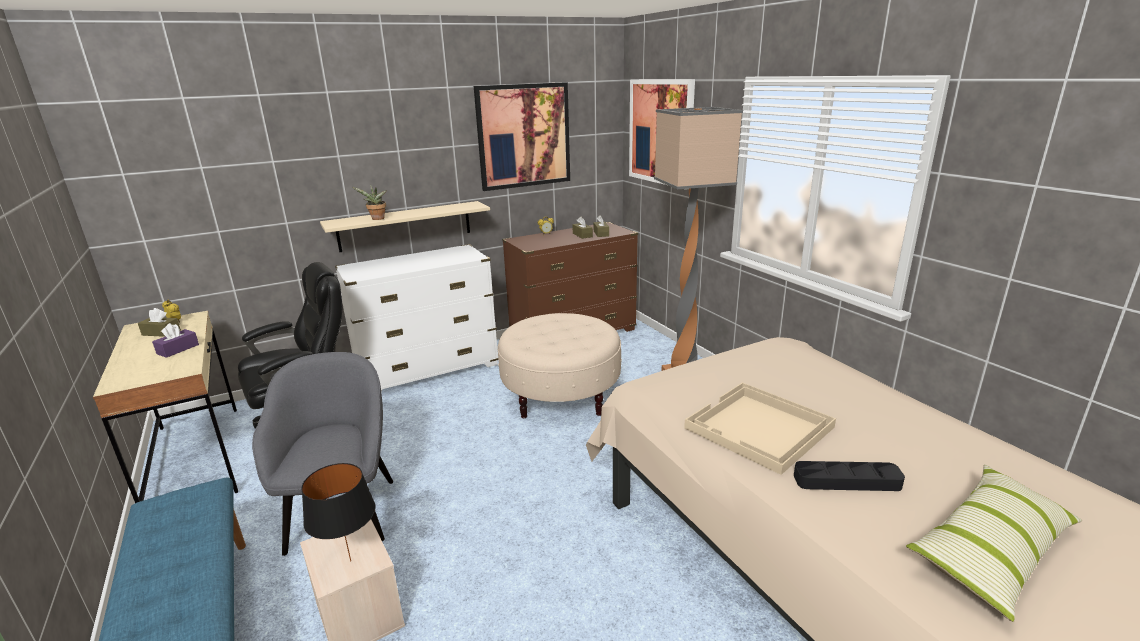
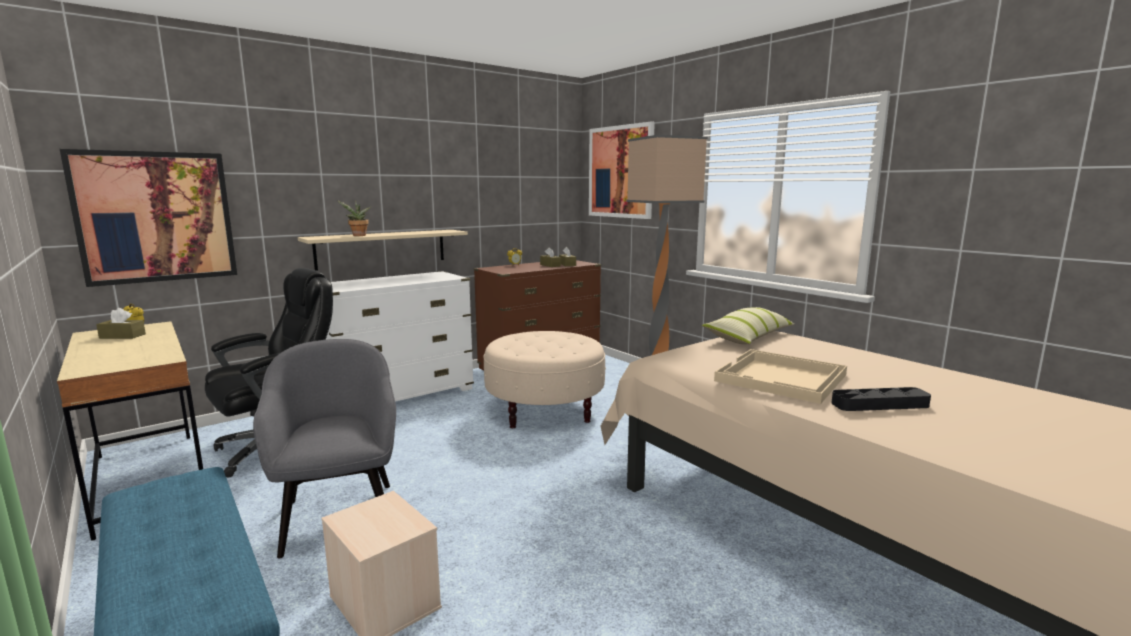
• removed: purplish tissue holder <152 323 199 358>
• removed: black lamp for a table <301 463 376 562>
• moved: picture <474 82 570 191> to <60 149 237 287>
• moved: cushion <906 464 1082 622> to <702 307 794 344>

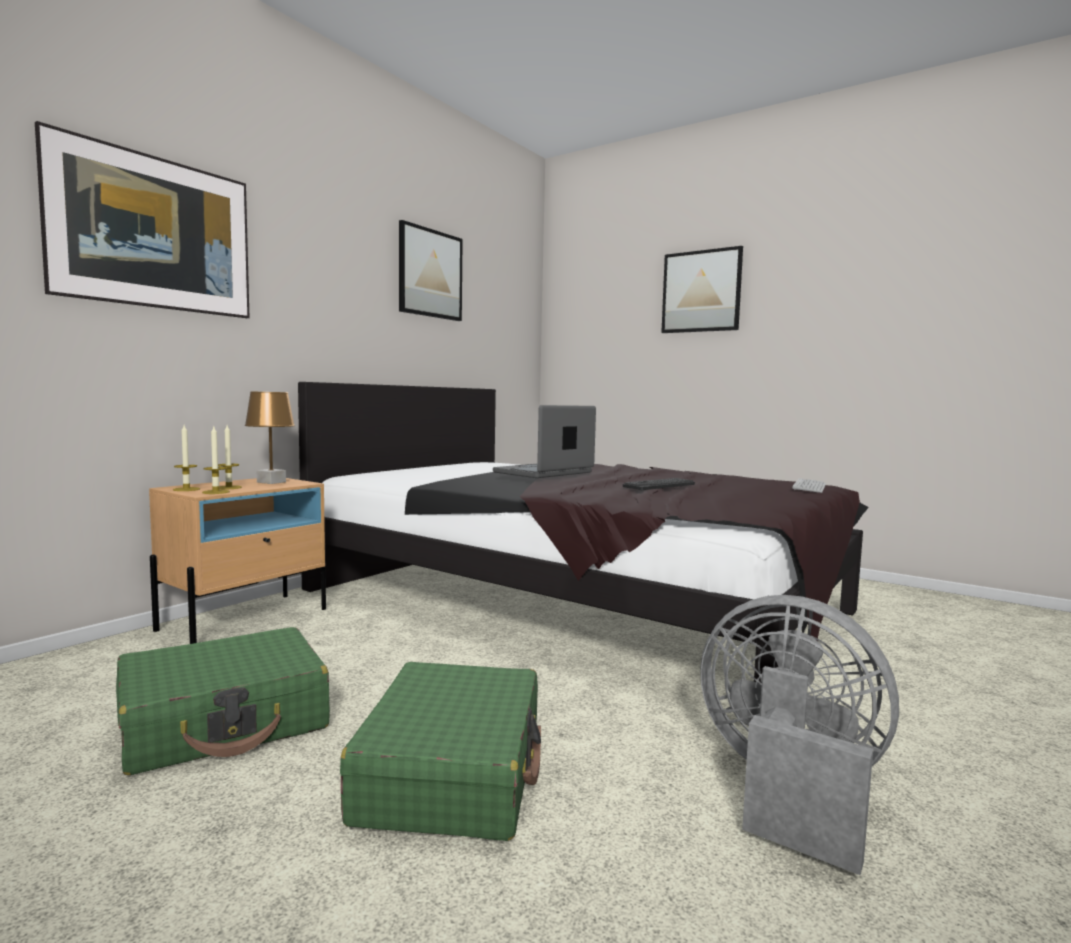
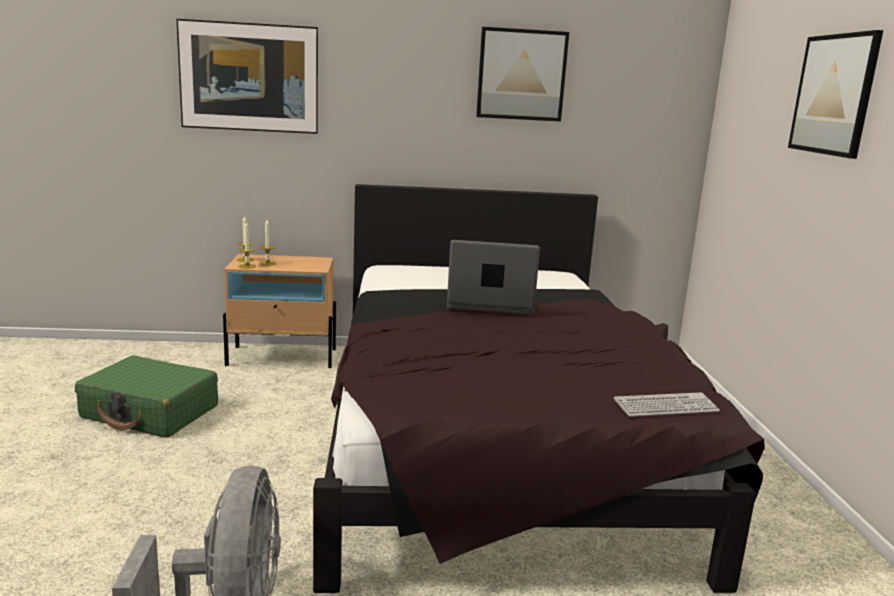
• removed: brownish lamp for a table <245 391 295 484>
• removed: greenish suitcase <340 662 541 841>
• removed: keyboard <623 478 695 490>

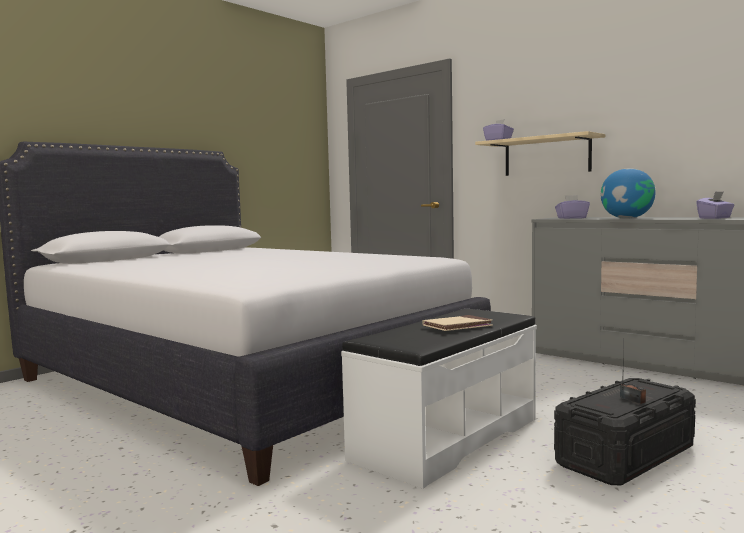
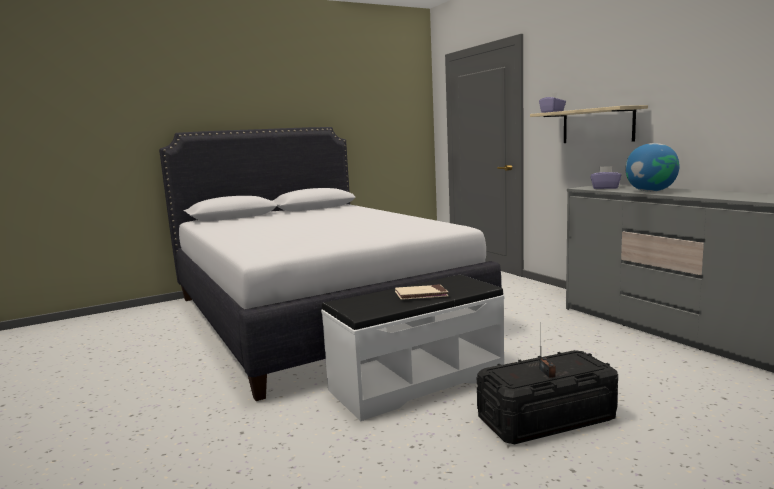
• removed: purplish tissue holder <696 191 735 219>

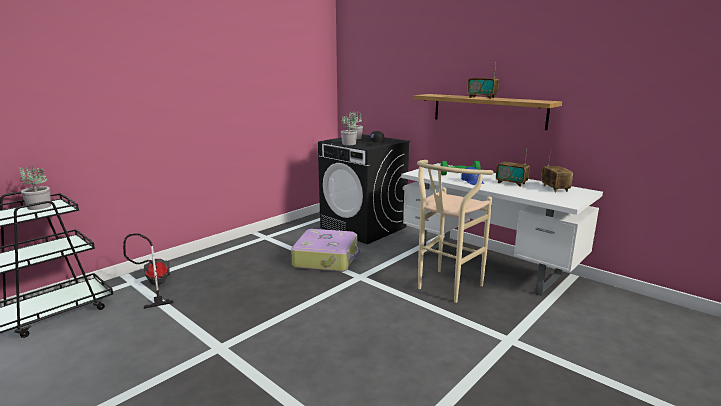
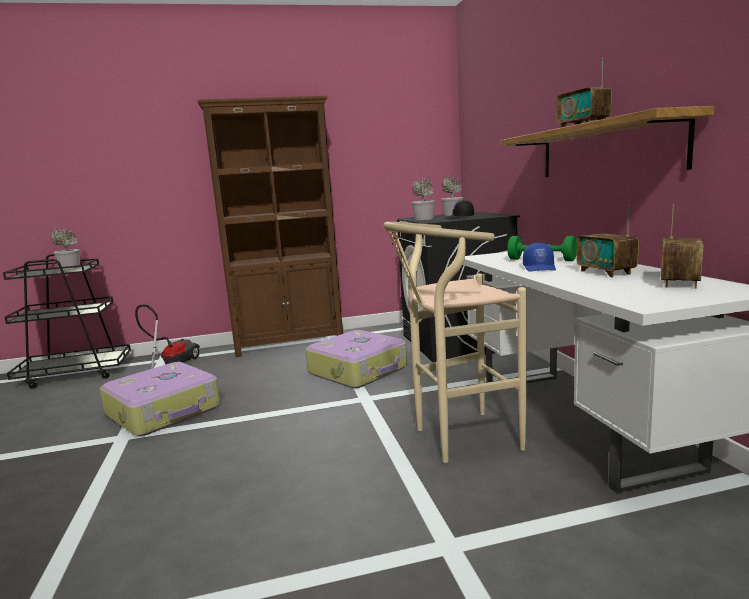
• added: suitcase <100 362 220 436>
• added: brownish bookshelf <197 96 343 357>

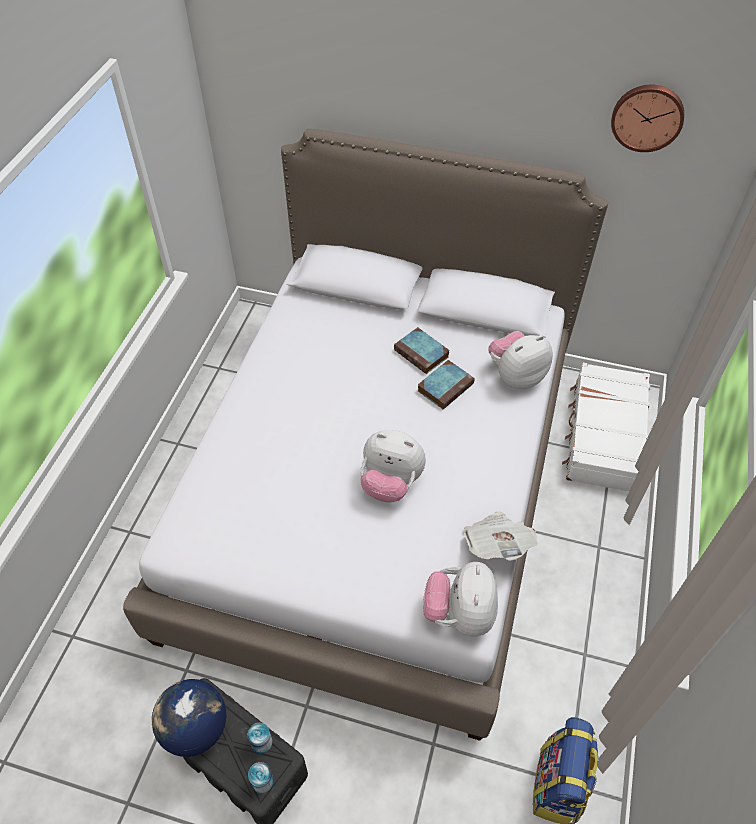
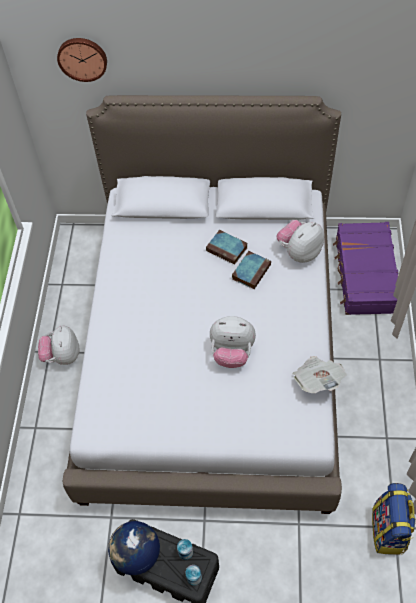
• moved: plush toy <423 562 498 636> to <38 326 80 365>
• recoloured: white-coloured suitcase <562 363 650 491> to purplish suitcase <333 222 398 315>
• moved: hanging clock <611 85 684 152> to <57 38 107 82>

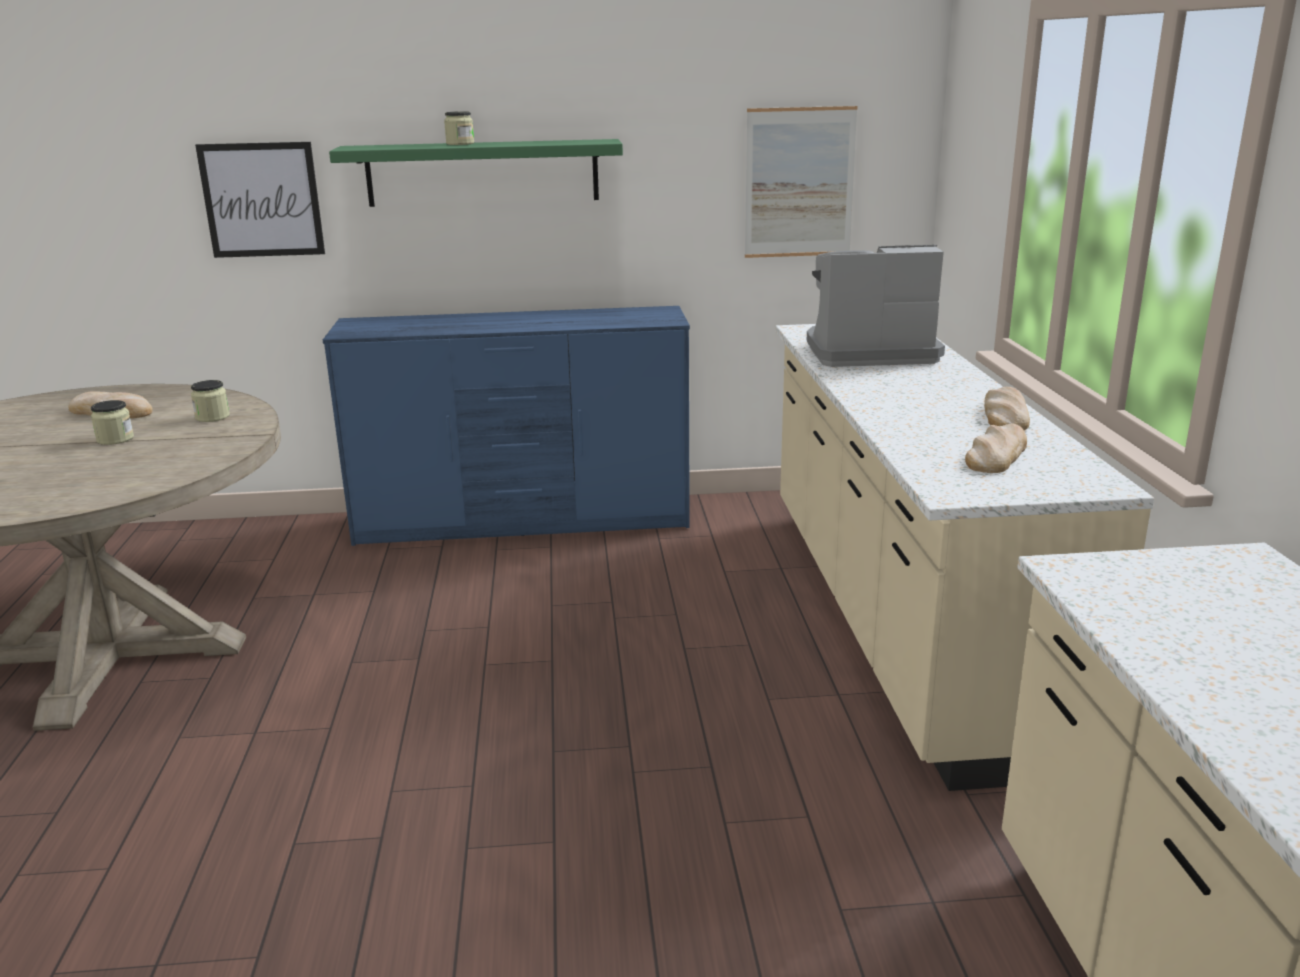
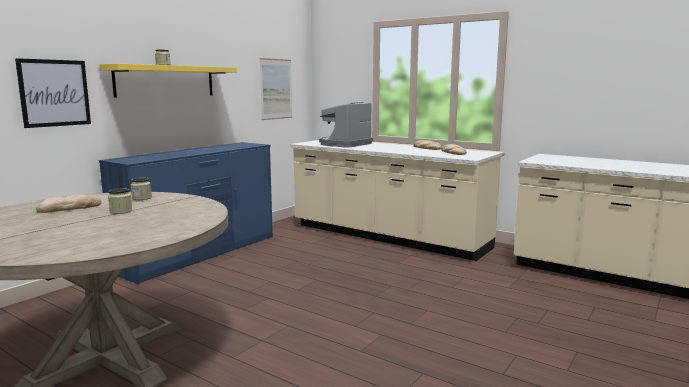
• recoloured: greenish bracket shelf <329 139 623 207> to yellow bracket shelf <99 64 237 97>

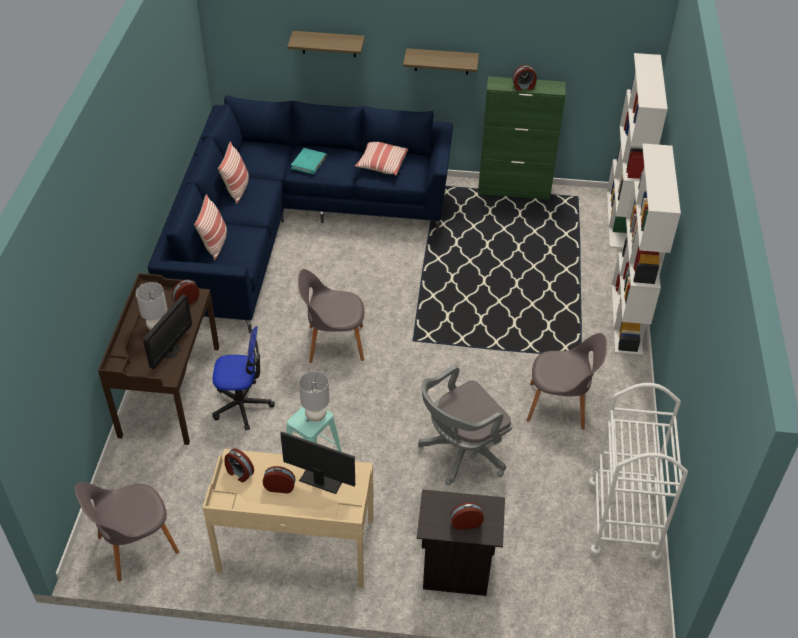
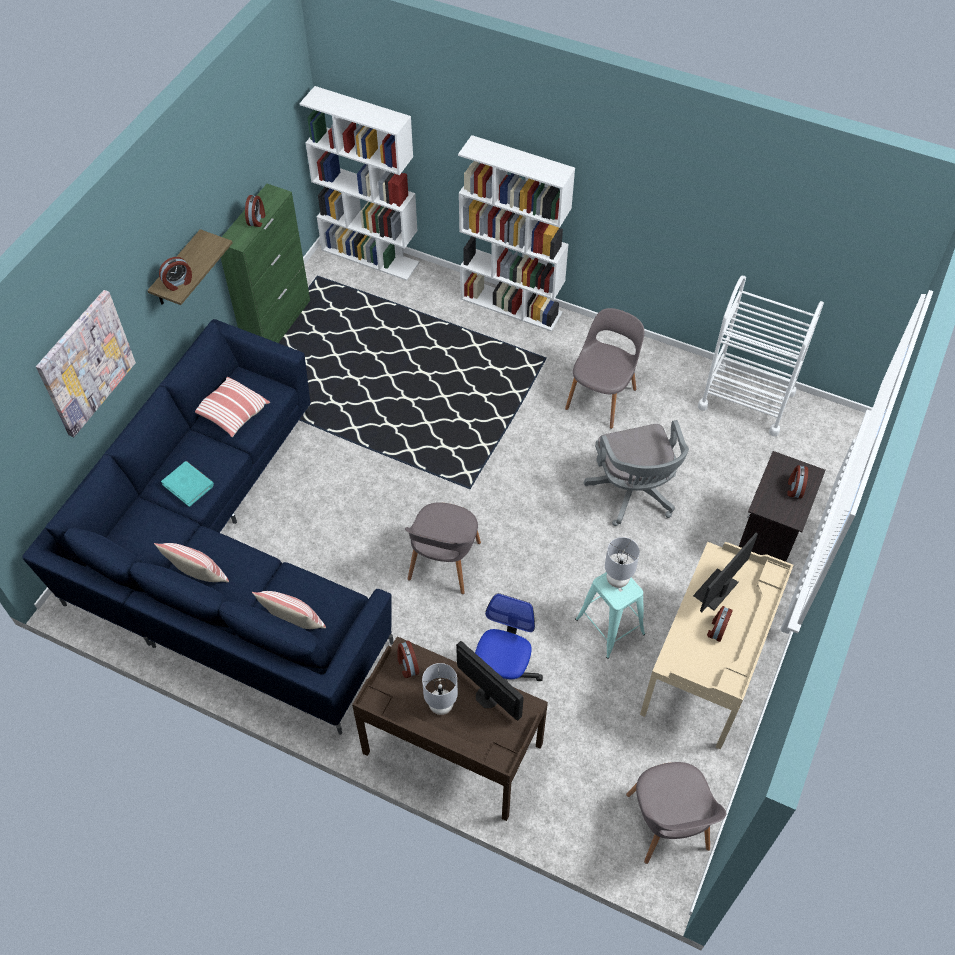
• moved: table clock <224 448 254 482> to <159 257 192 291>
• replaced: bracket shelf <287 31 365 57> to picture <36 290 136 437>

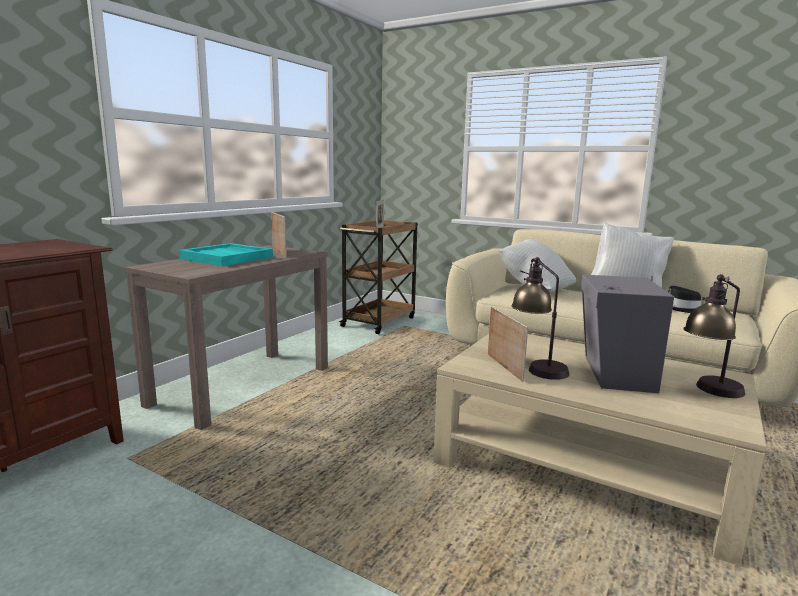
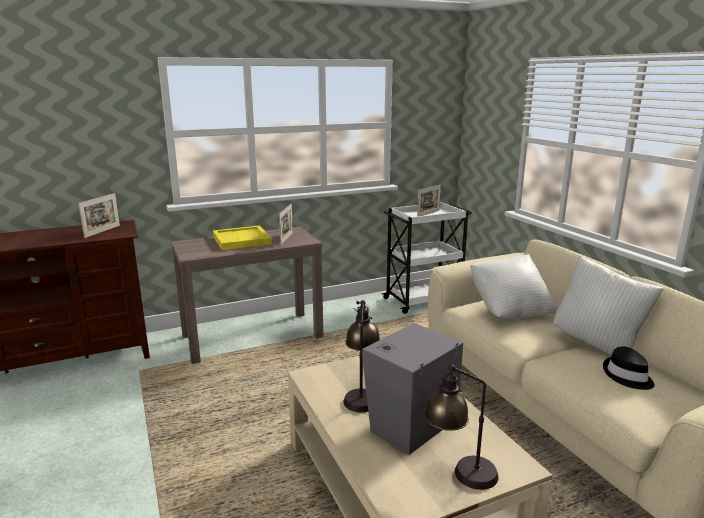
• recoloured: turquoise tray <179 243 273 266> to yellow tray <213 226 272 250>
• recoloured: brownish trolley <339 220 418 334> to white-coloured trolley <382 202 472 314>
• moved: standing frame <488 306 528 382> to <78 193 120 238>

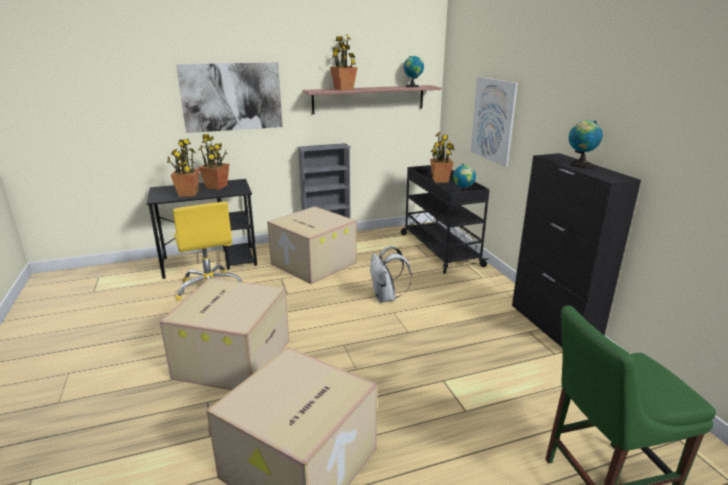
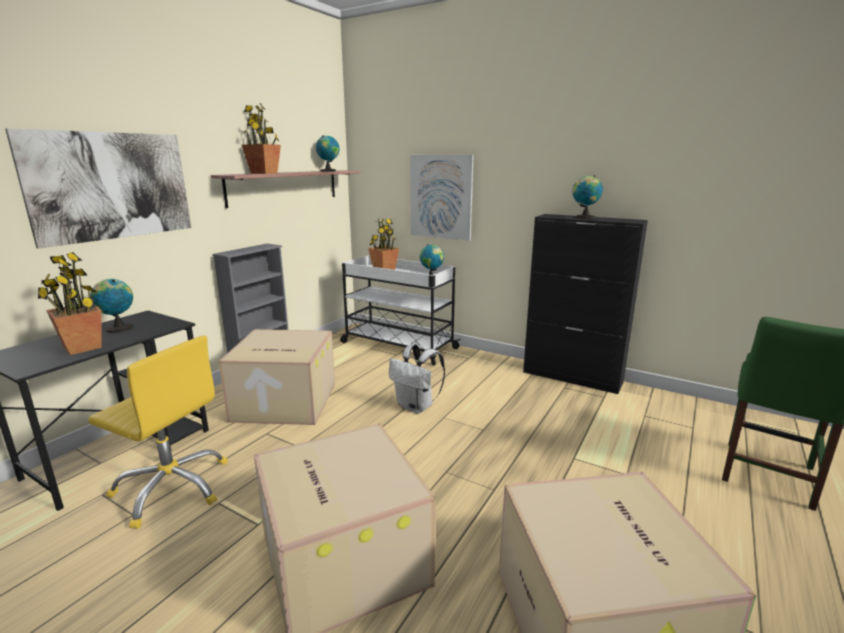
• replaced: plant in a pot <198 134 229 190> to globe <90 279 133 333>
• recoloured: black trolley <401 165 489 274> to white-coloured trolley <340 255 461 365>

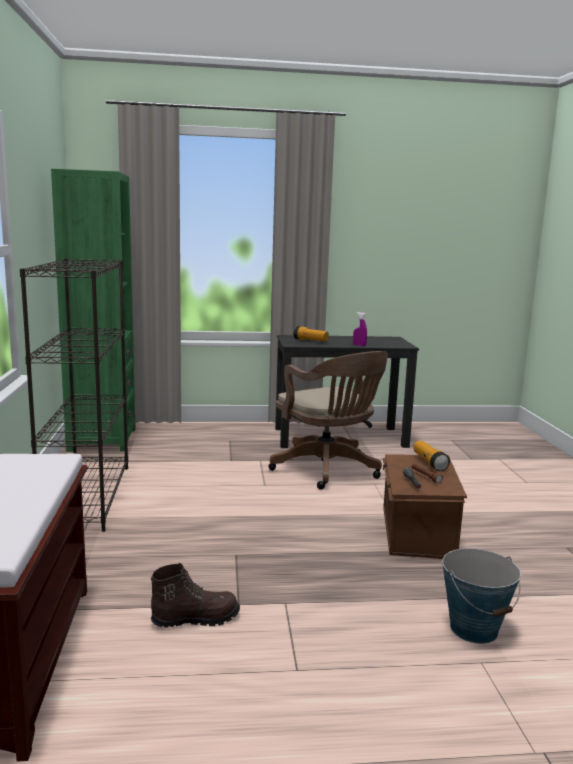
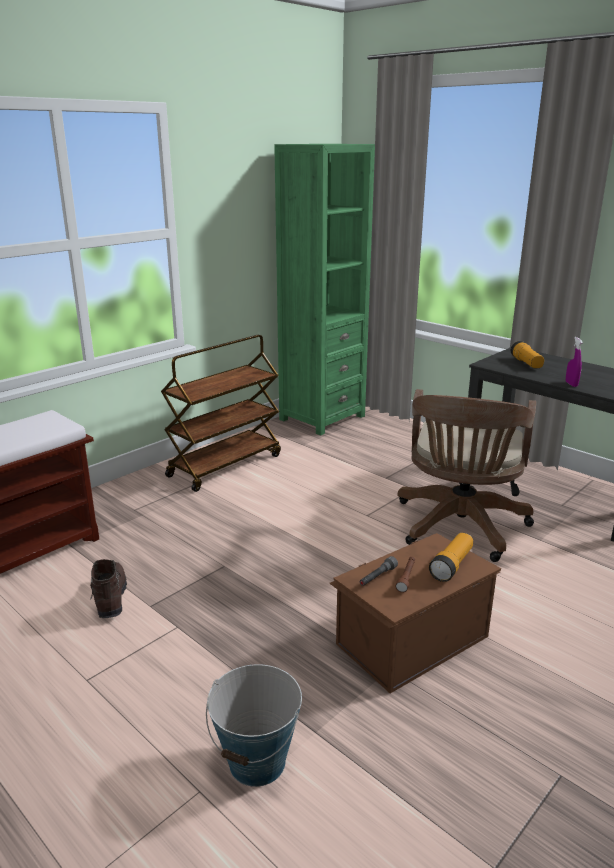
• replaced: black bookshelf <20 258 128 532> to brownish trolley <161 335 281 492>
• turned: brownish high-top boot <151 563 240 628> = <90 559 127 618> 135 degrees counterclockwise

